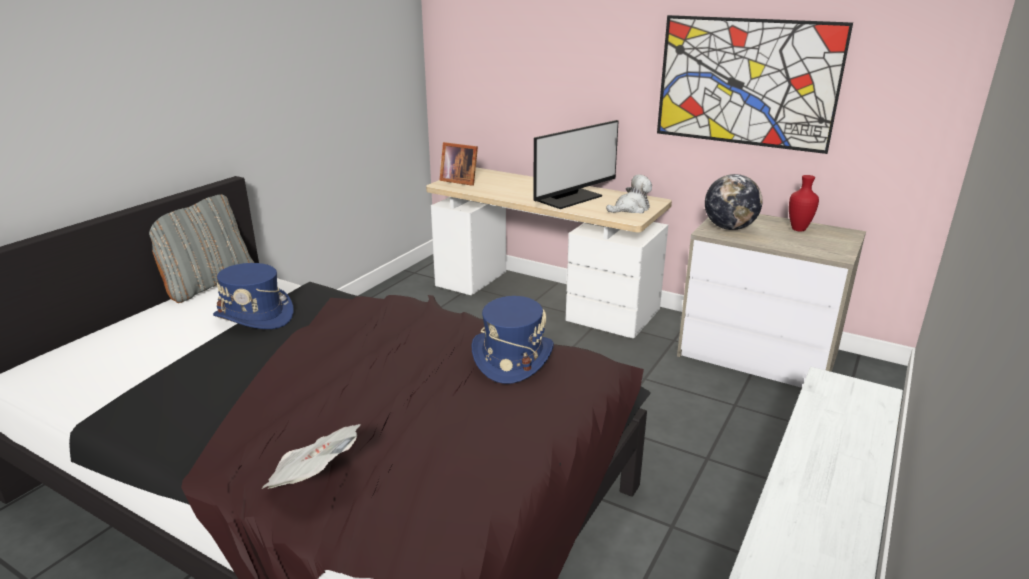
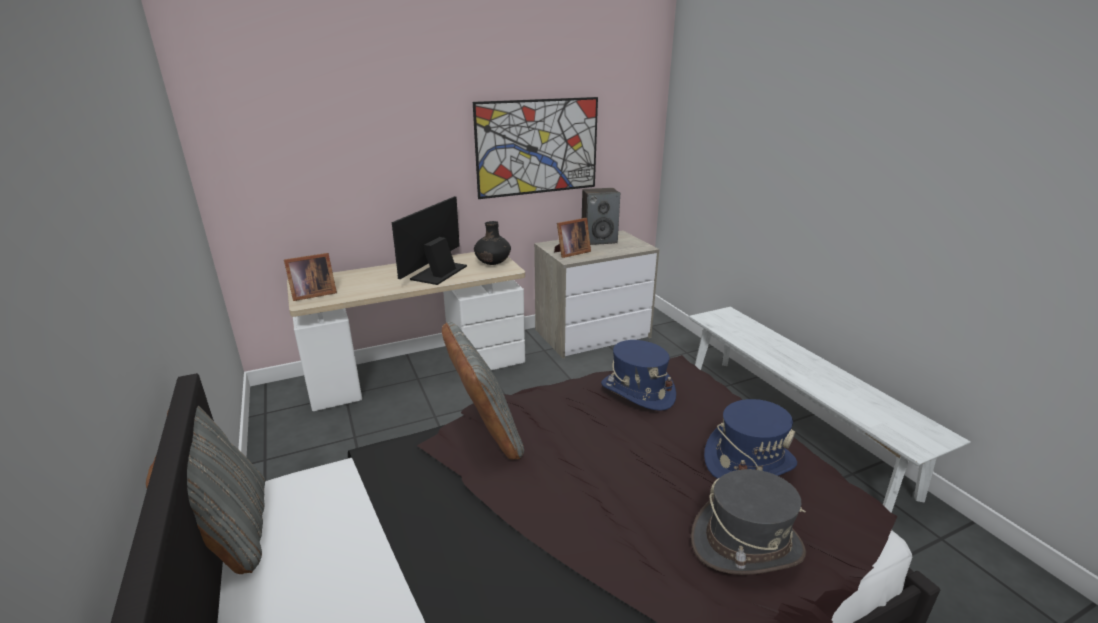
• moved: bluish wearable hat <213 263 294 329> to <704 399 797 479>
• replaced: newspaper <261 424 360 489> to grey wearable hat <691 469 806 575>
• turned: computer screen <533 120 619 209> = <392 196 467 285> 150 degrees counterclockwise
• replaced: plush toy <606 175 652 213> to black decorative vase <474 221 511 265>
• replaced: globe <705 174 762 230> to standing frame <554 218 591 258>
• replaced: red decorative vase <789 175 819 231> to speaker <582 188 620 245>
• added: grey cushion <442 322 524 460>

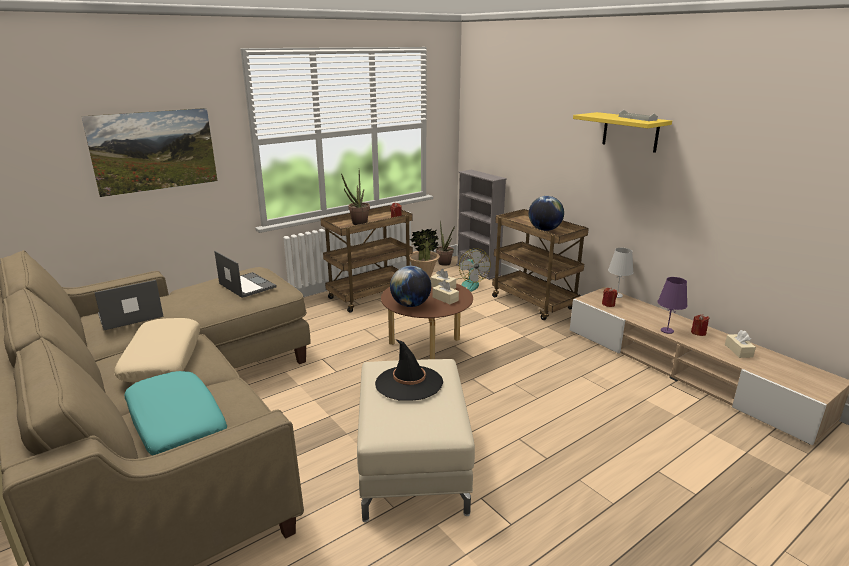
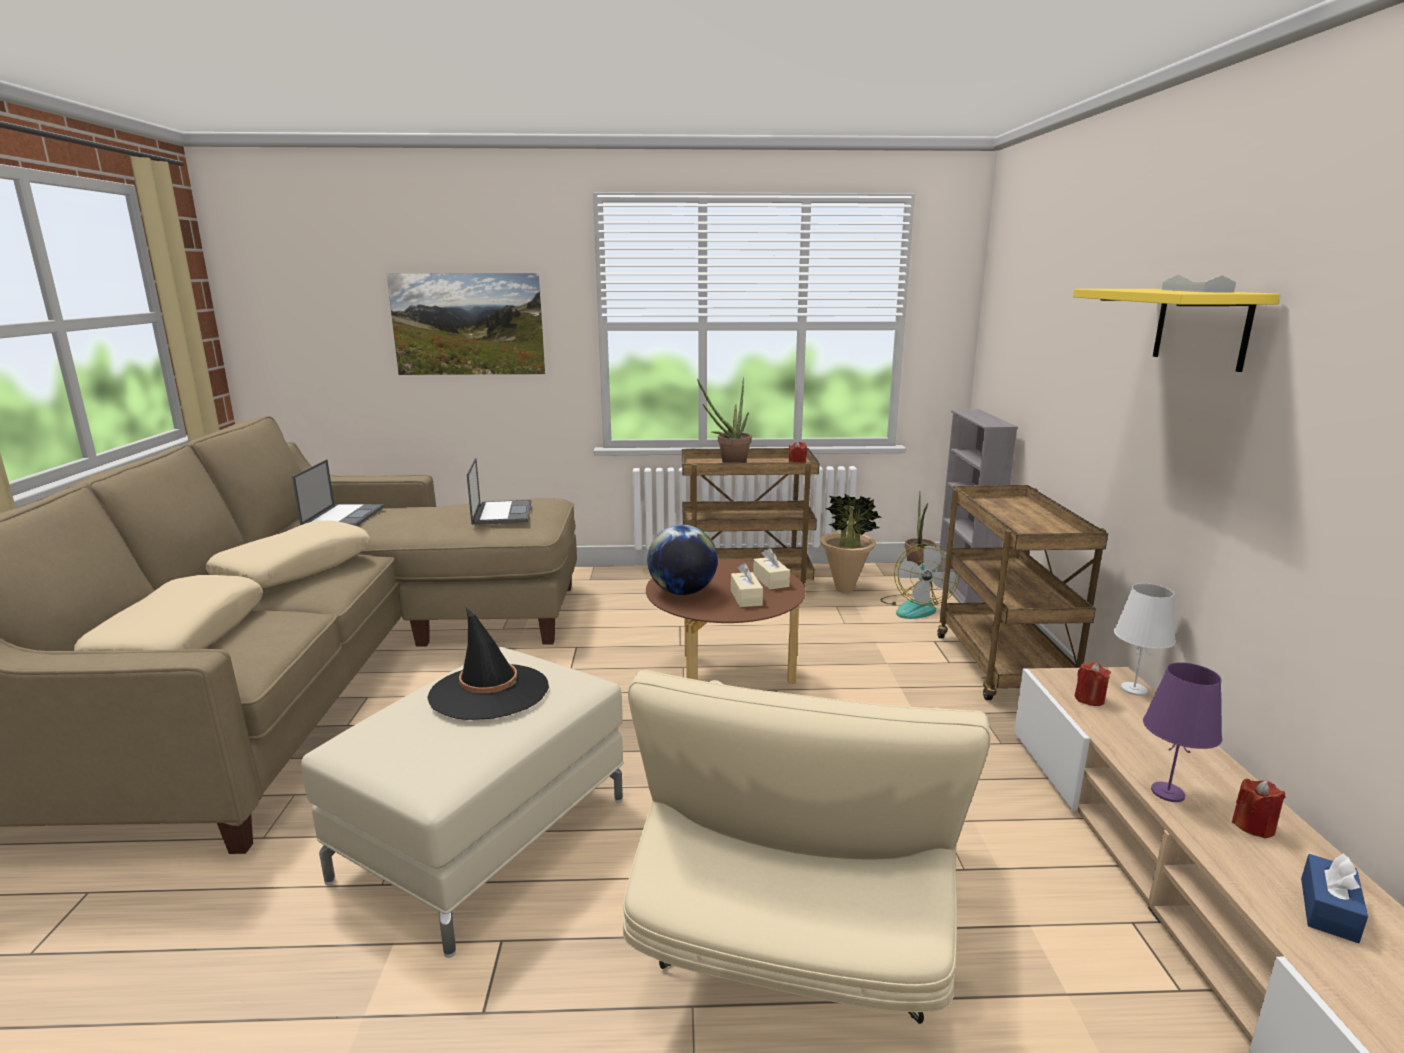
• turned: portable computer <94 280 164 330> = <292 459 384 526> 90 degrees clockwise
• recoloured: turquoise cushion <124 371 227 455> to beige-coloured cushion <74 575 263 651>
• removed: globe <529 196 564 231>
• recoloured: beige-coloured tissue holder <725 330 756 358> to bluish tissue holder <1301 853 1368 943>
• added: beige-coloured easy chair <623 670 990 1024>

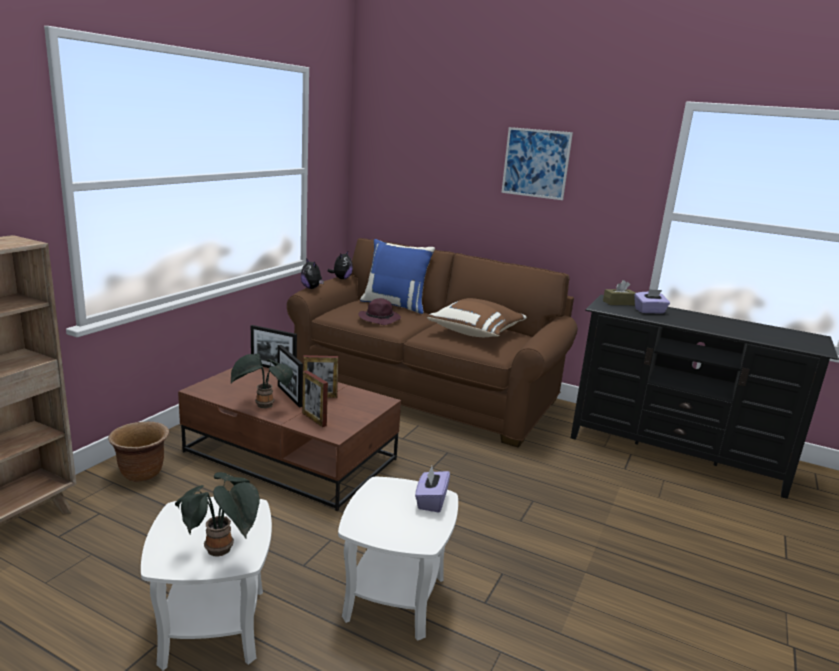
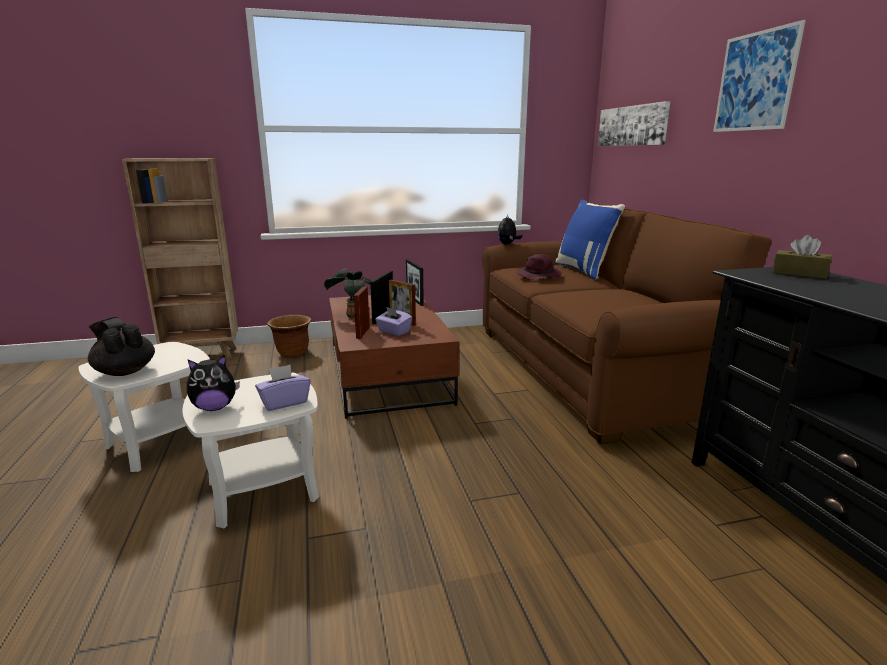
• replaced: plant in a pot <175 472 260 556> to black teapot <88 317 155 376>
• moved: plush toy <328 251 353 279> to <187 355 240 411>
• removed: brownish cushion <427 298 527 337>
• moved: purplish tissue holder <634 289 670 314> to <375 307 412 336>
• added: picture <598 101 670 146>

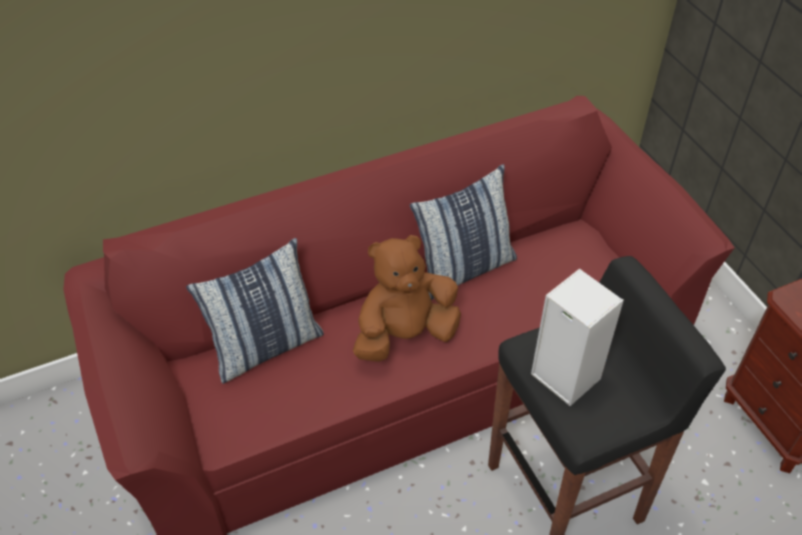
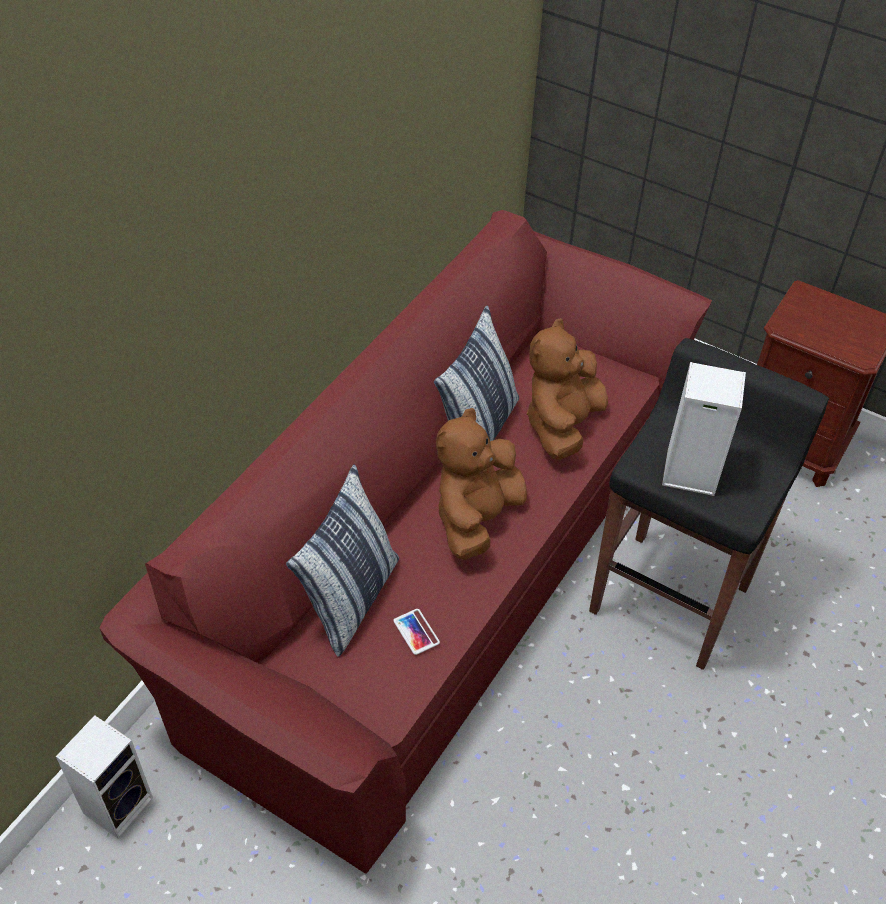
• added: speaker <56 715 153 839>
• added: telephone <393 609 440 655>
• added: brownish plush toy <527 318 608 460>

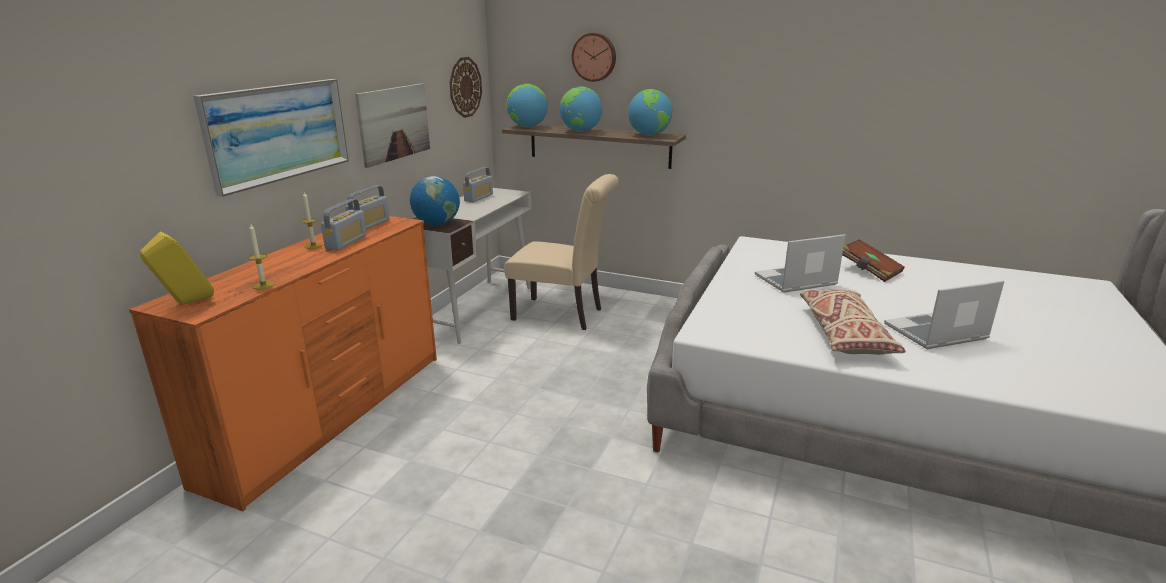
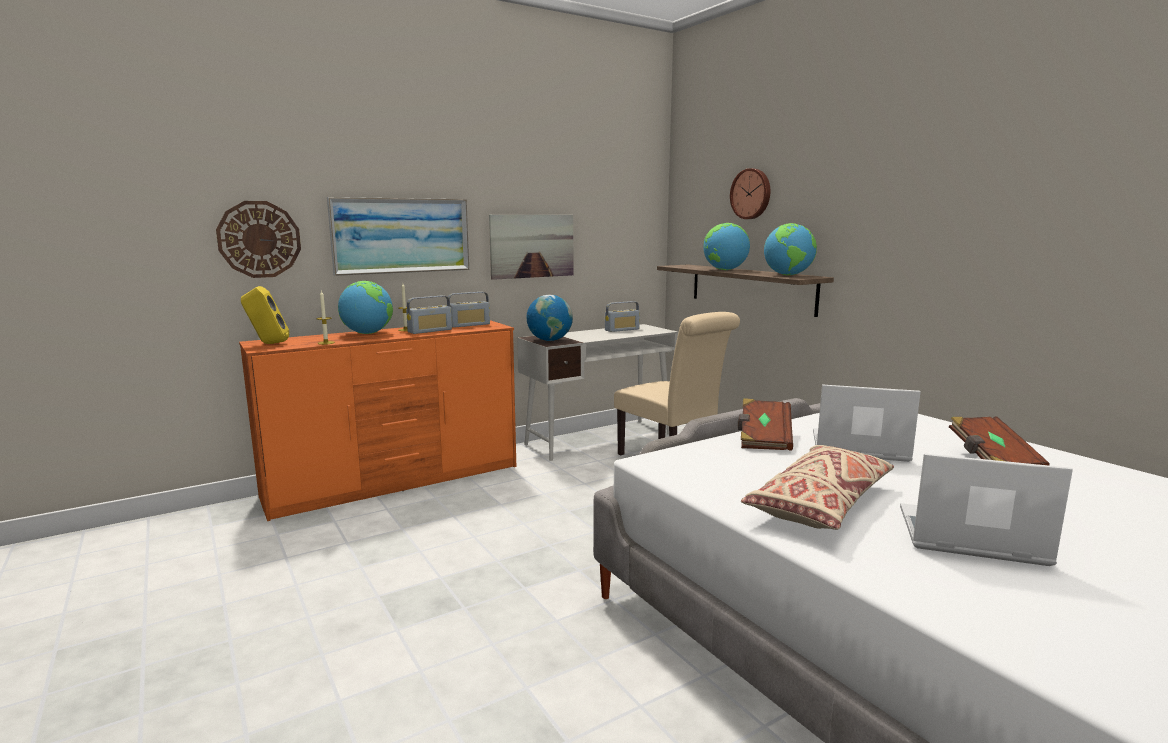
• moved: hanging clock <450 57 482 118> to <216 201 301 278>
• moved: globe <507 84 548 127> to <338 281 393 334>
• added: brownish bound book <738 398 793 451>

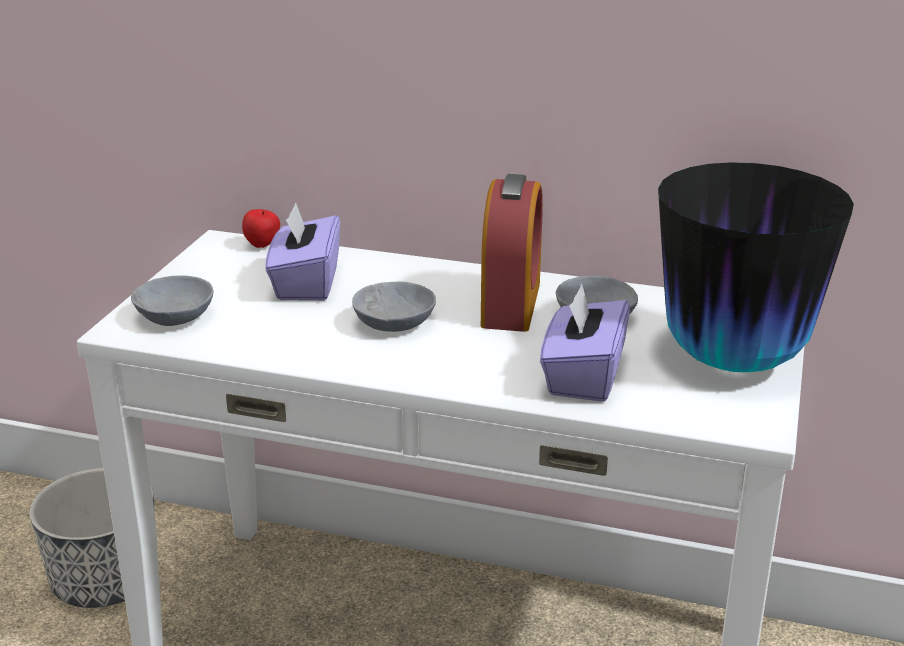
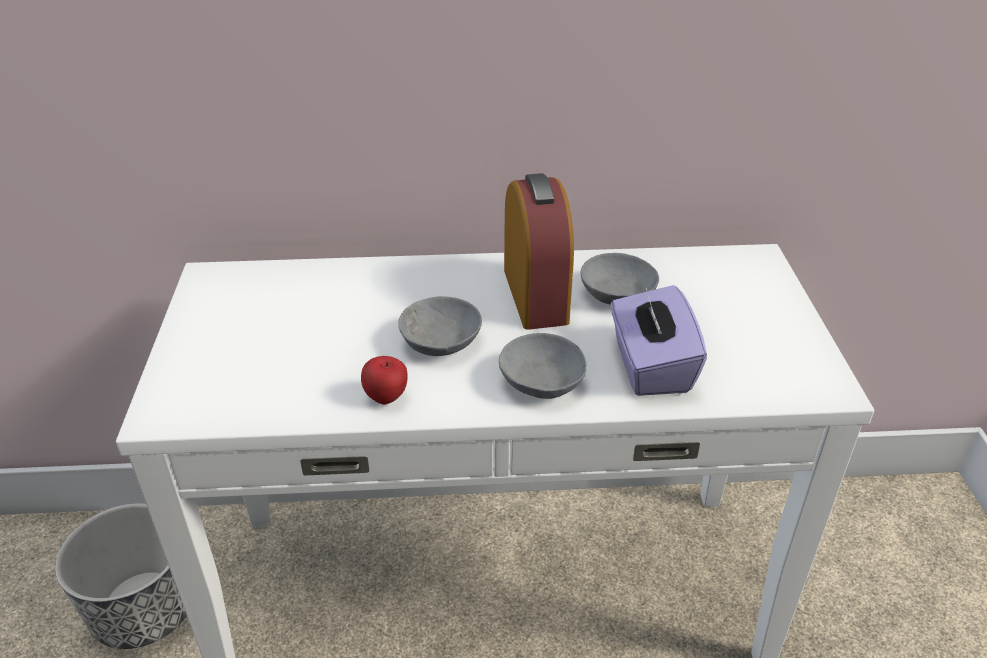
• moved: grey deep dish <131 276 214 326> to <499 333 587 399>
• moved: apple <242 209 280 248> to <361 356 408 405>
• removed: purplish tissue holder <266 203 340 301>
• removed: decorative vase <658 162 854 372>

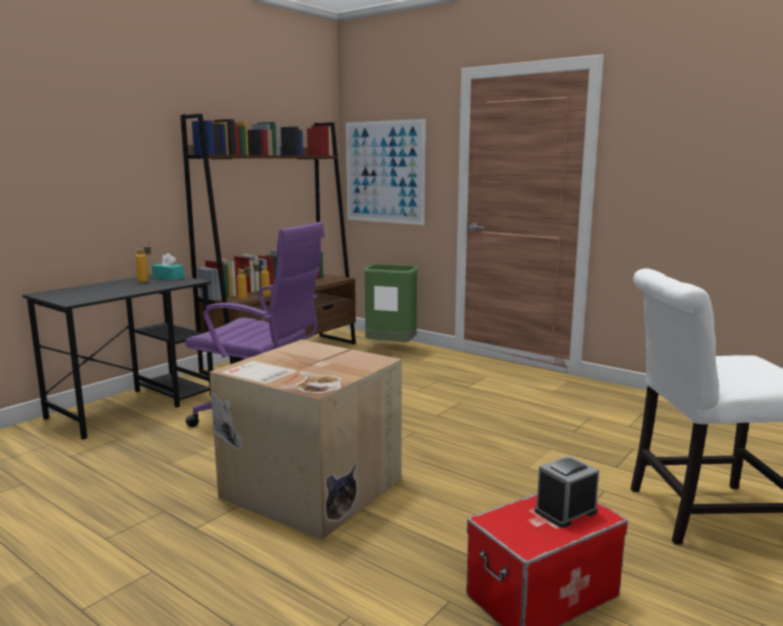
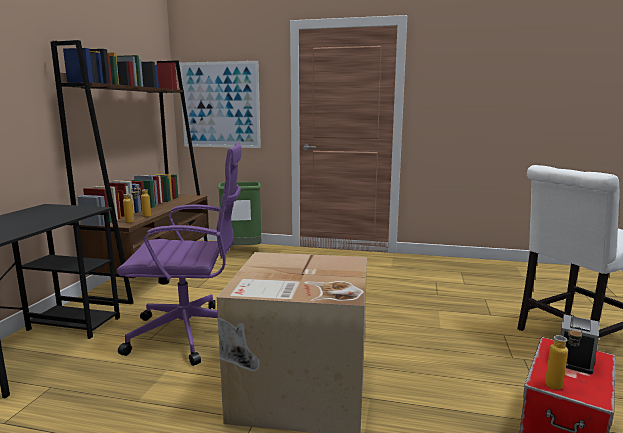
• moved: bottle <135 242 151 283> to <545 326 582 390>
• removed: turquoise tissue holder <152 253 185 280>

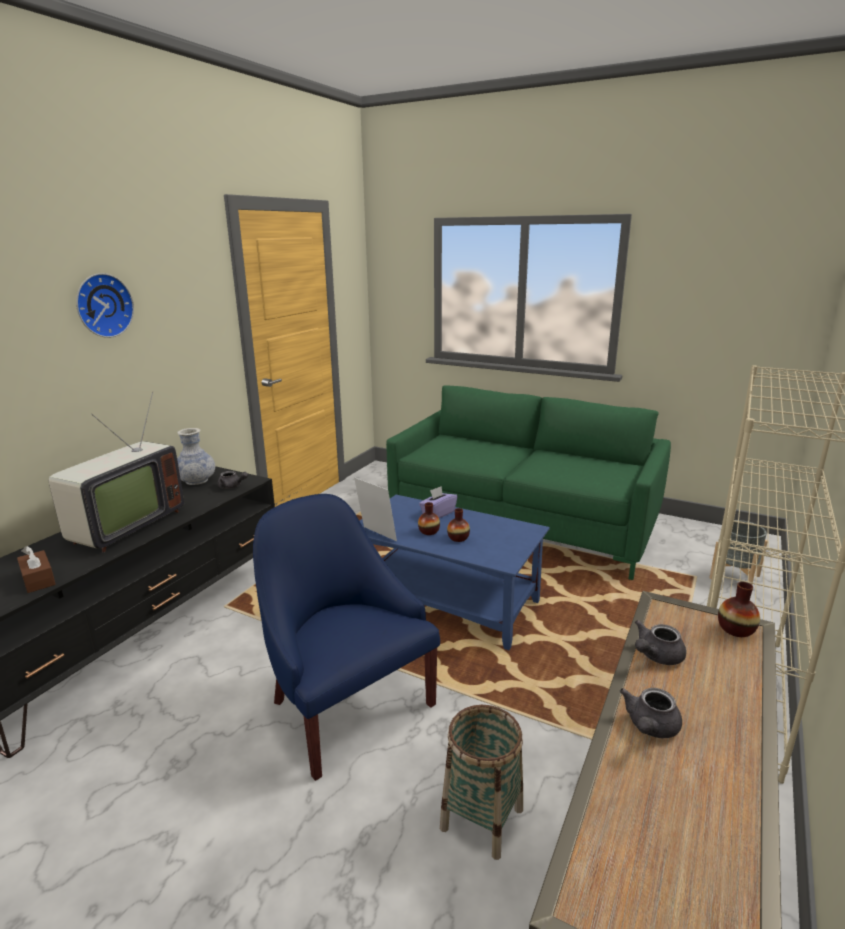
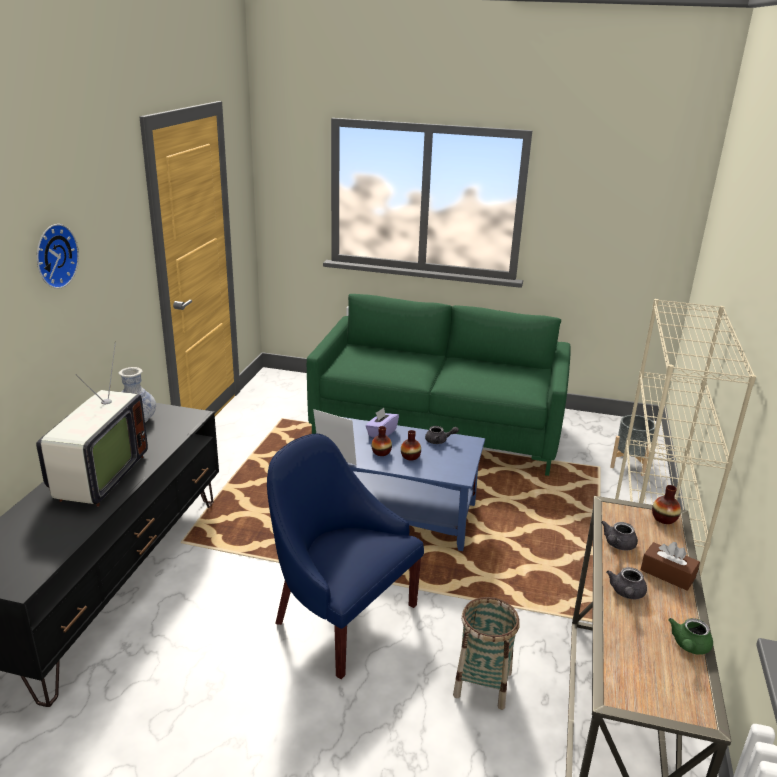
• moved: brownish tissue holder <17 546 56 593> to <641 542 700 591>
• moved: grey teapot <218 471 248 489> to <425 426 459 444>
• added: greenish teapot <668 618 713 655>

